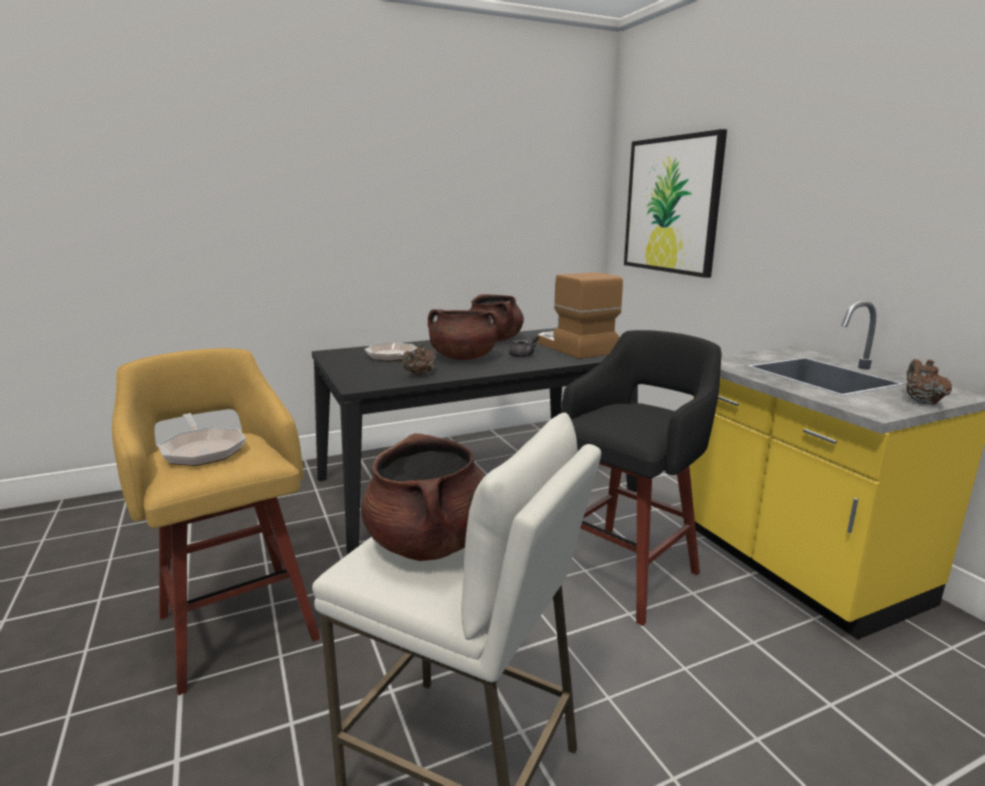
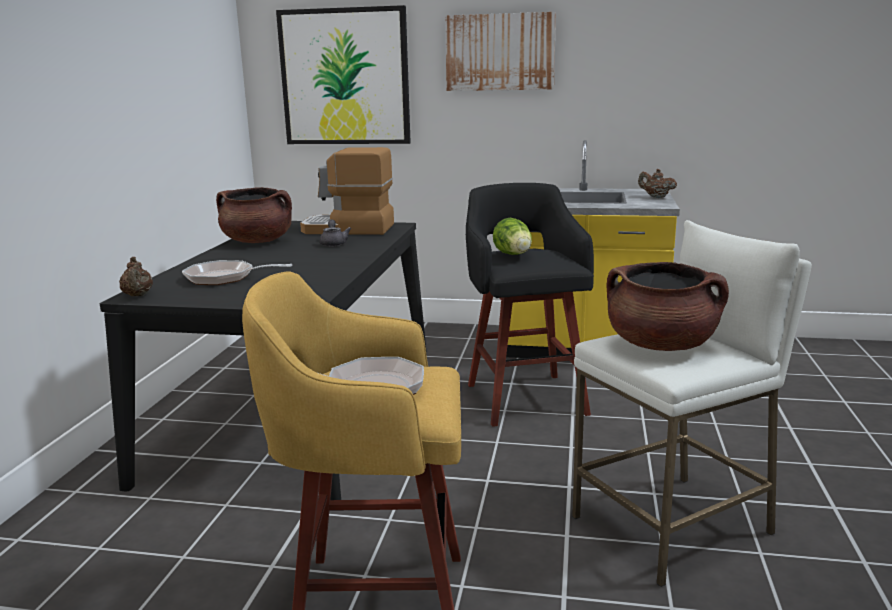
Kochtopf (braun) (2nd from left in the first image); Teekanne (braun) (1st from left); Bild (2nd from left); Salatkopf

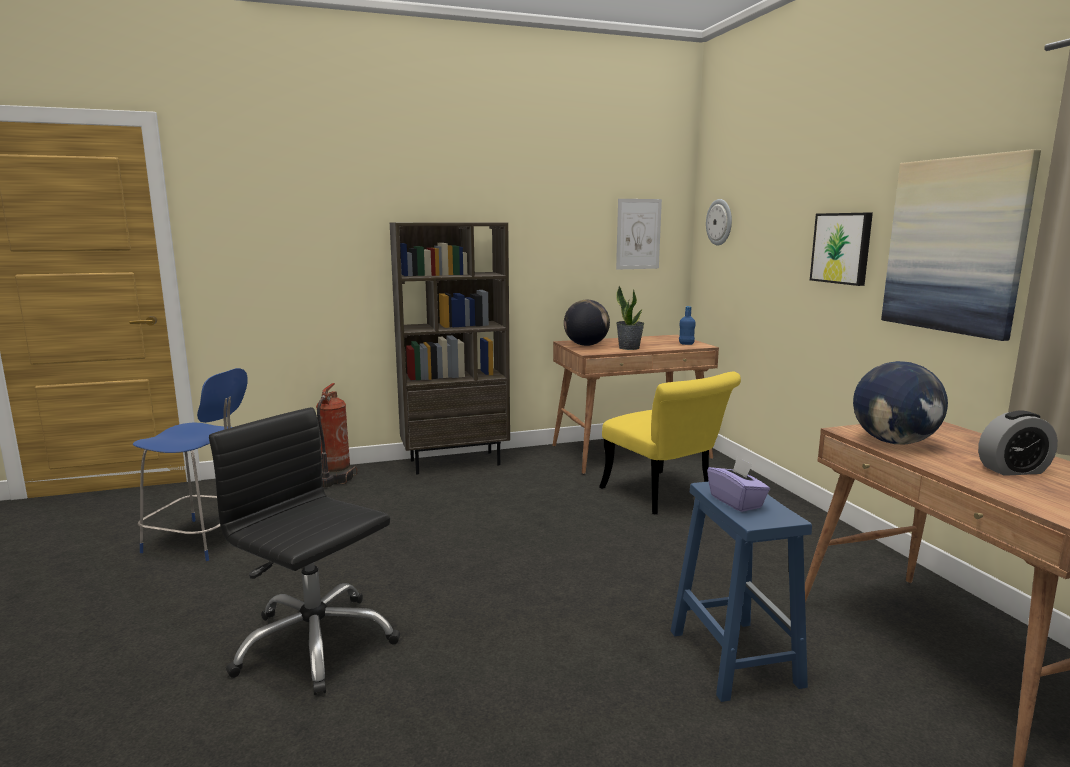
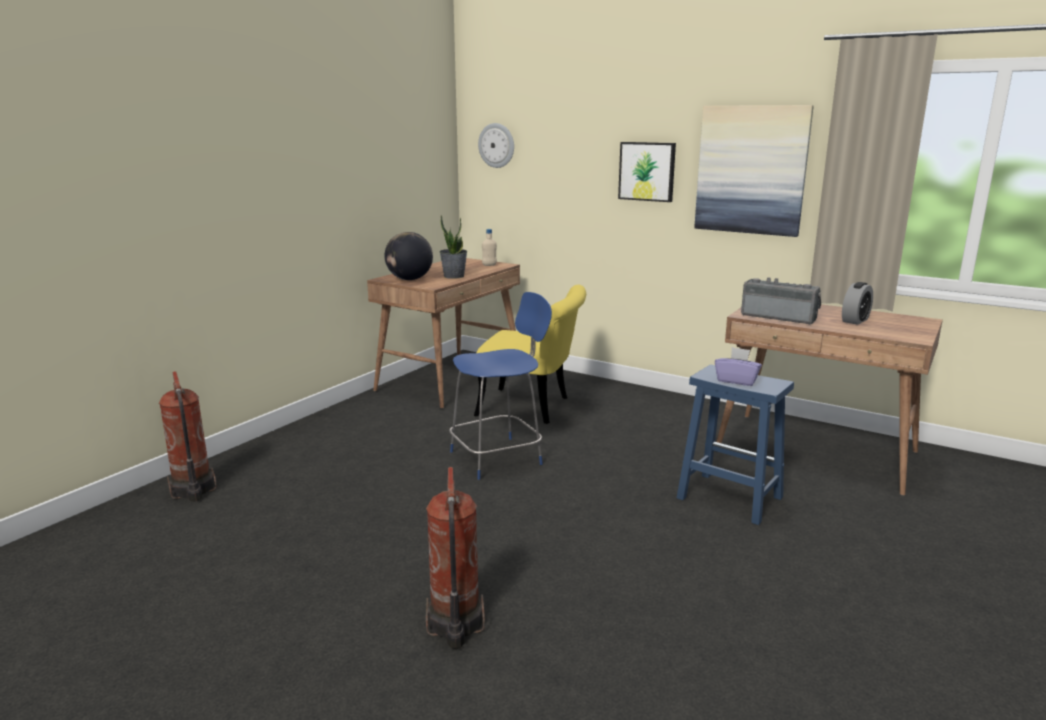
Bild (1st from left in the first image); Bücherregal (braun); Flasche (beige); Radio; Stuhl (blau); Feuerlöscher (2nd from left)

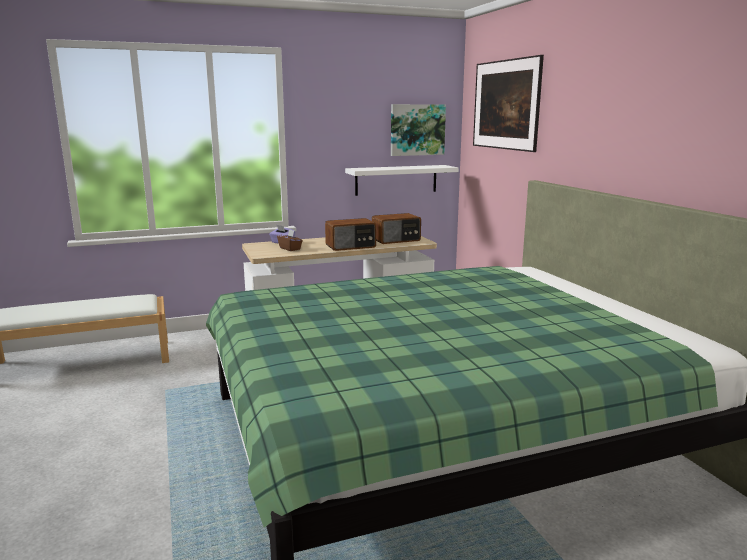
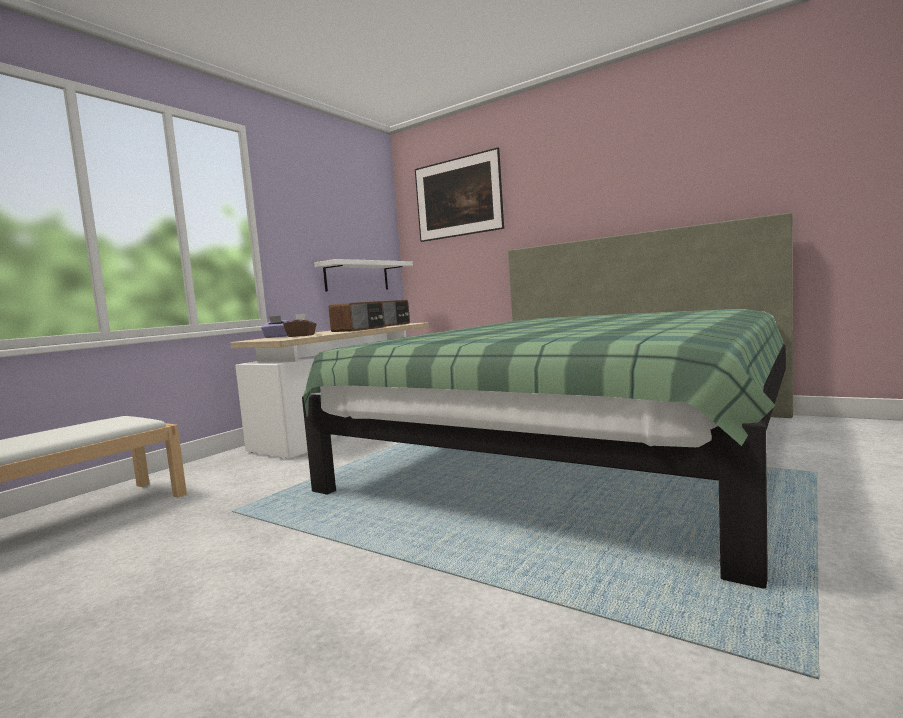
Bild (1st from left in the first image)

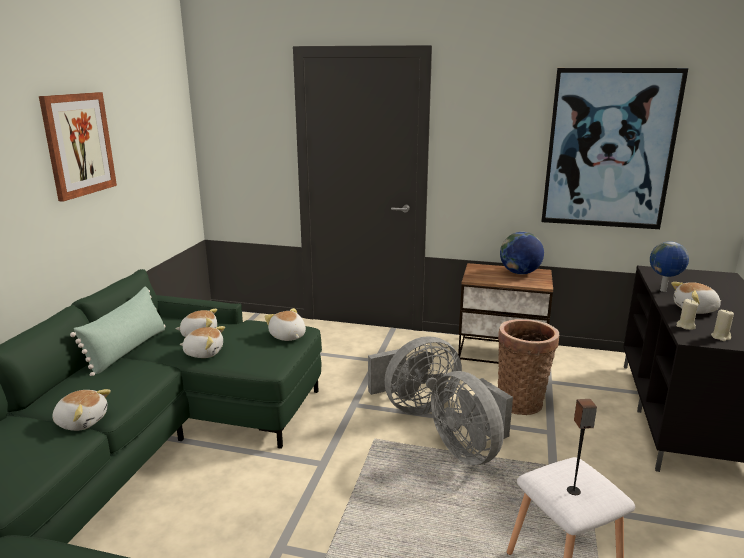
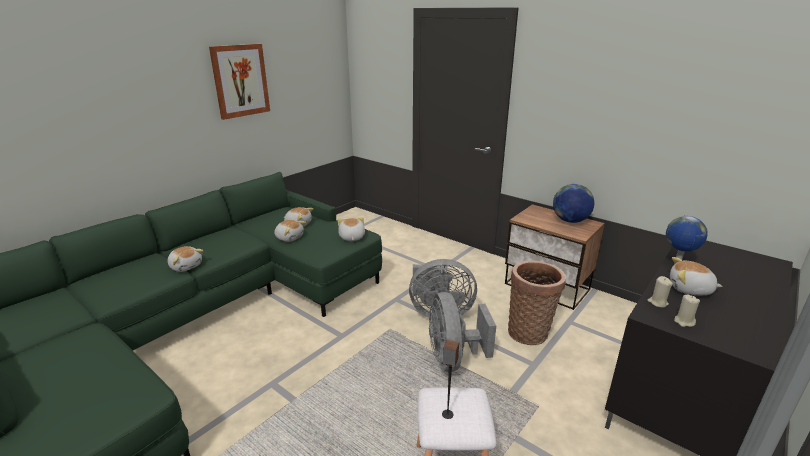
Bild (2nd from left in the first image); Kissen (grün)

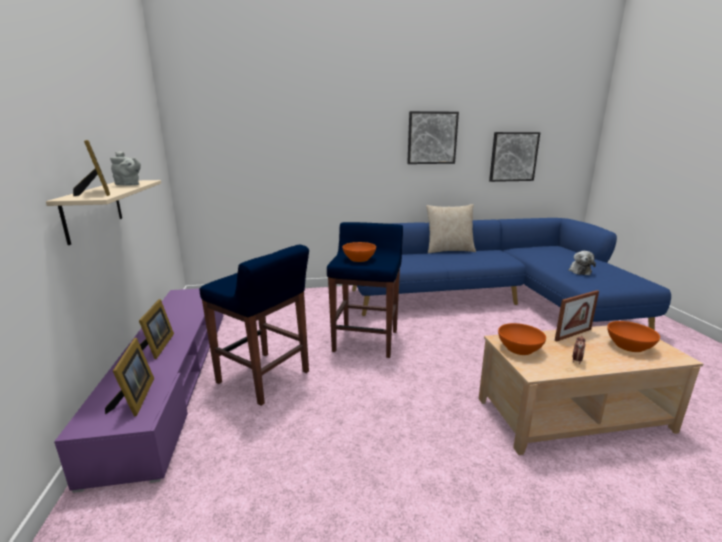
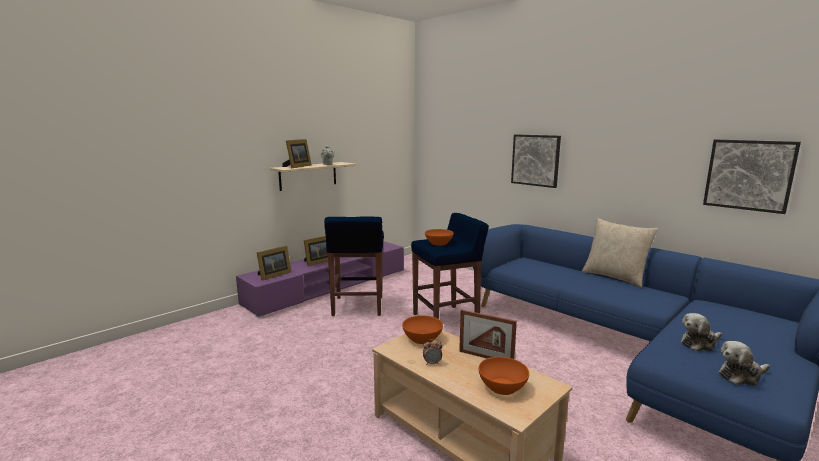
Bild (1st from left); Plüschtier (2nd from left)

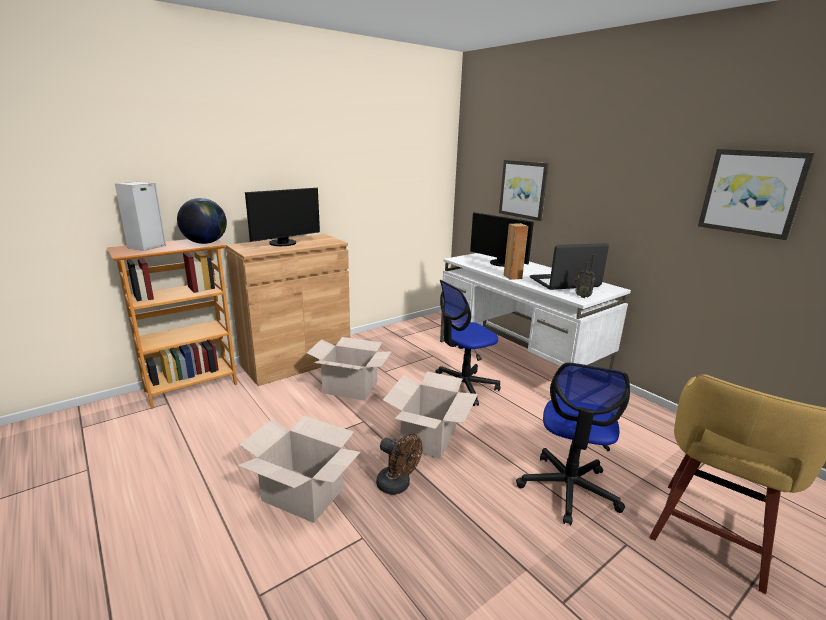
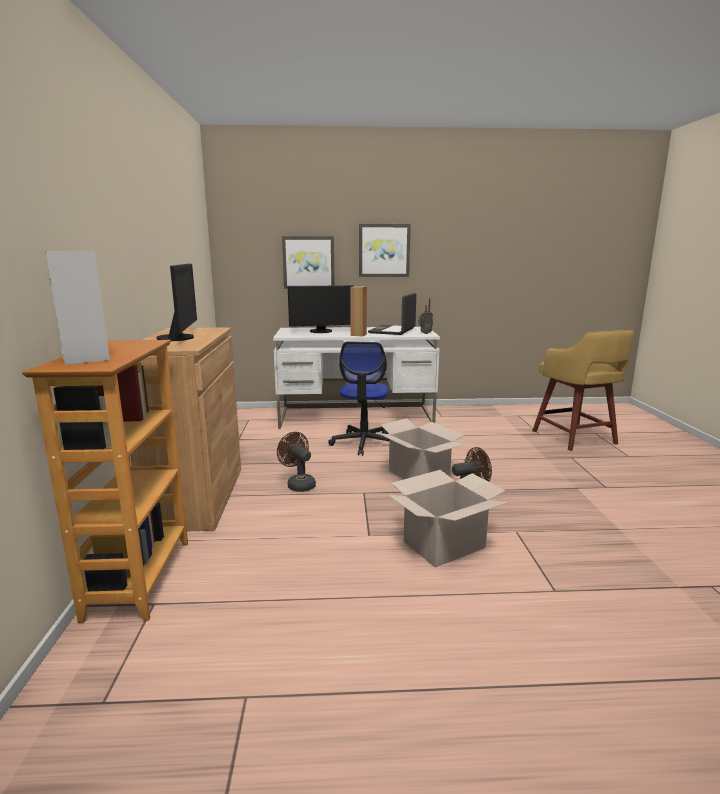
Bild (2nd from left); Globus; Ventilator (braun) (1st from left); Bürostuhl (2nd from left in the first image)

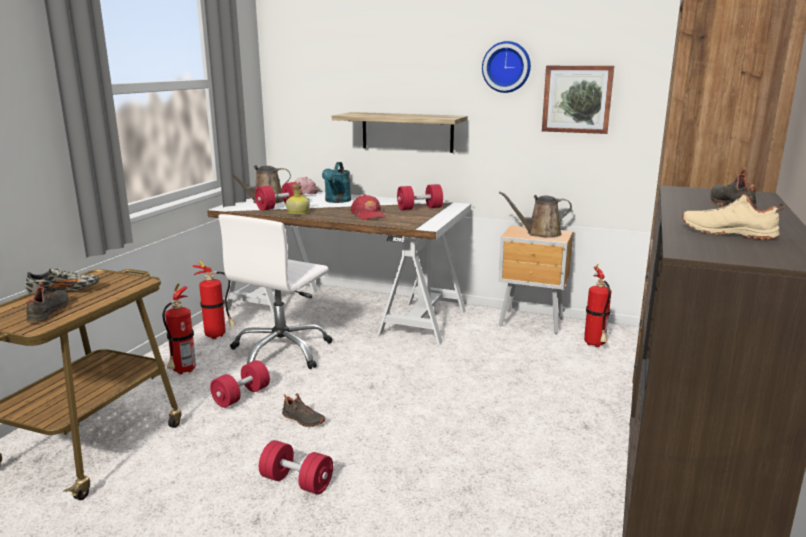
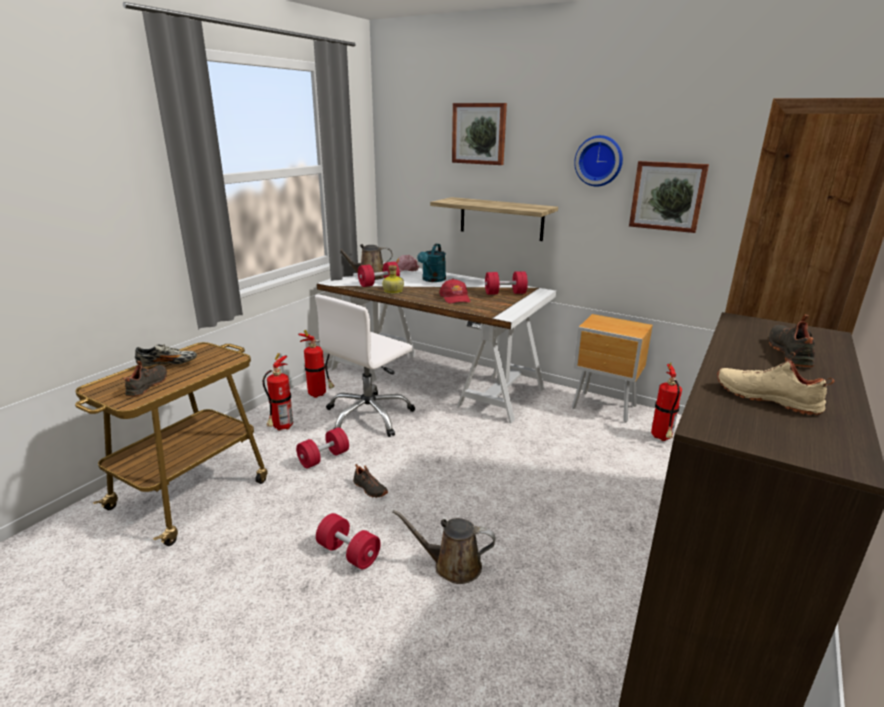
Gießkanne (braun) (2nd from left); Bild (1st from left)

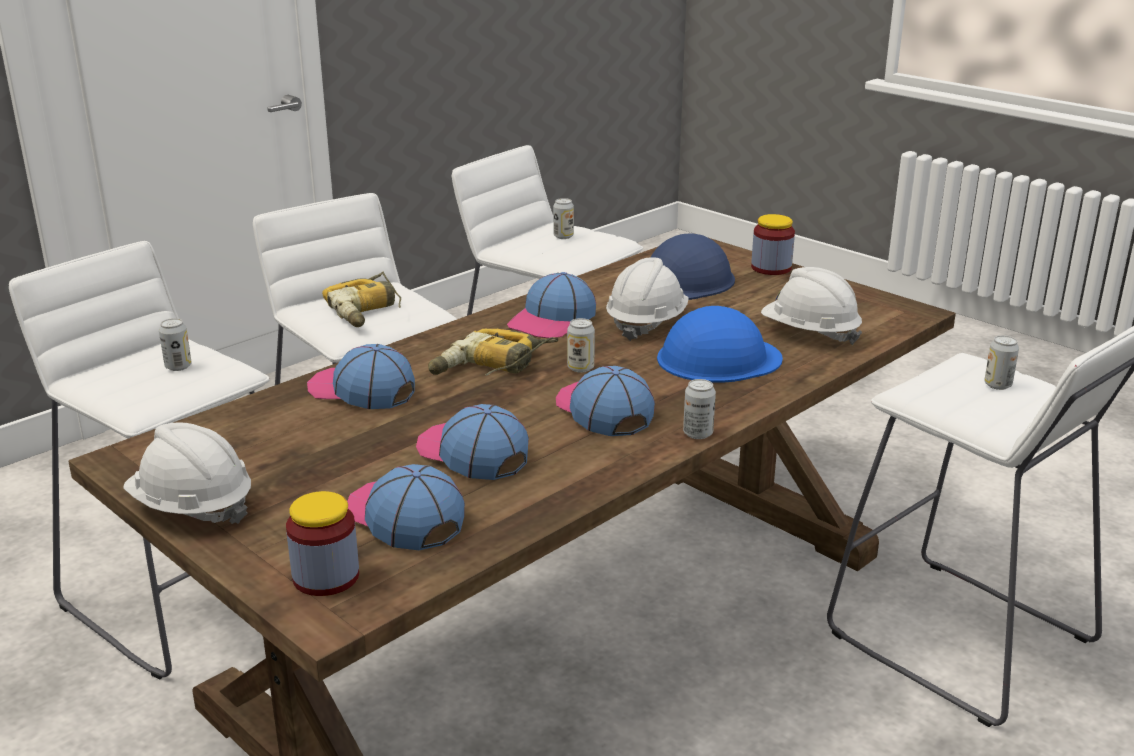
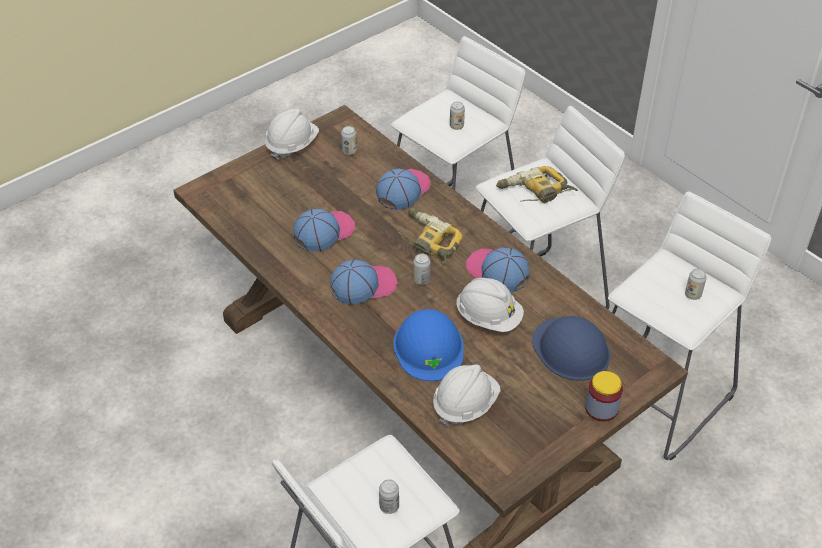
Dose (1st from left); Kappe (2nd from left in the first image); Vorratsglas (1st from left in the first image)

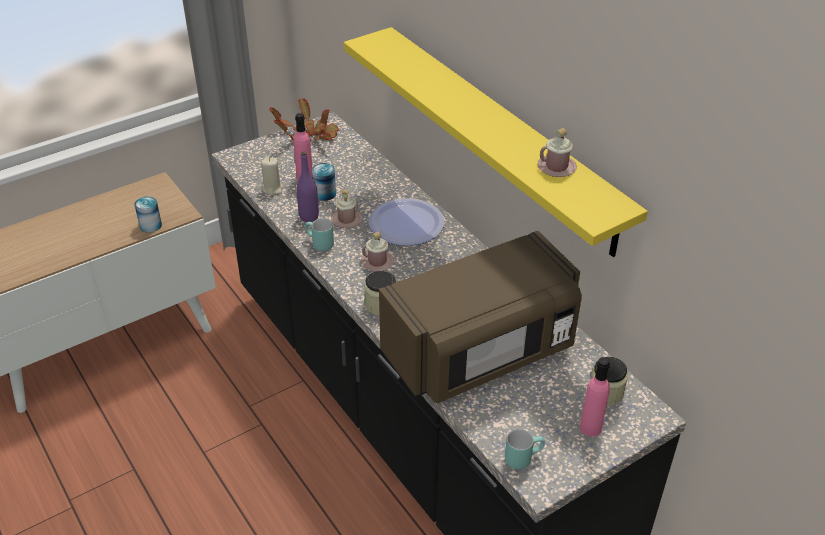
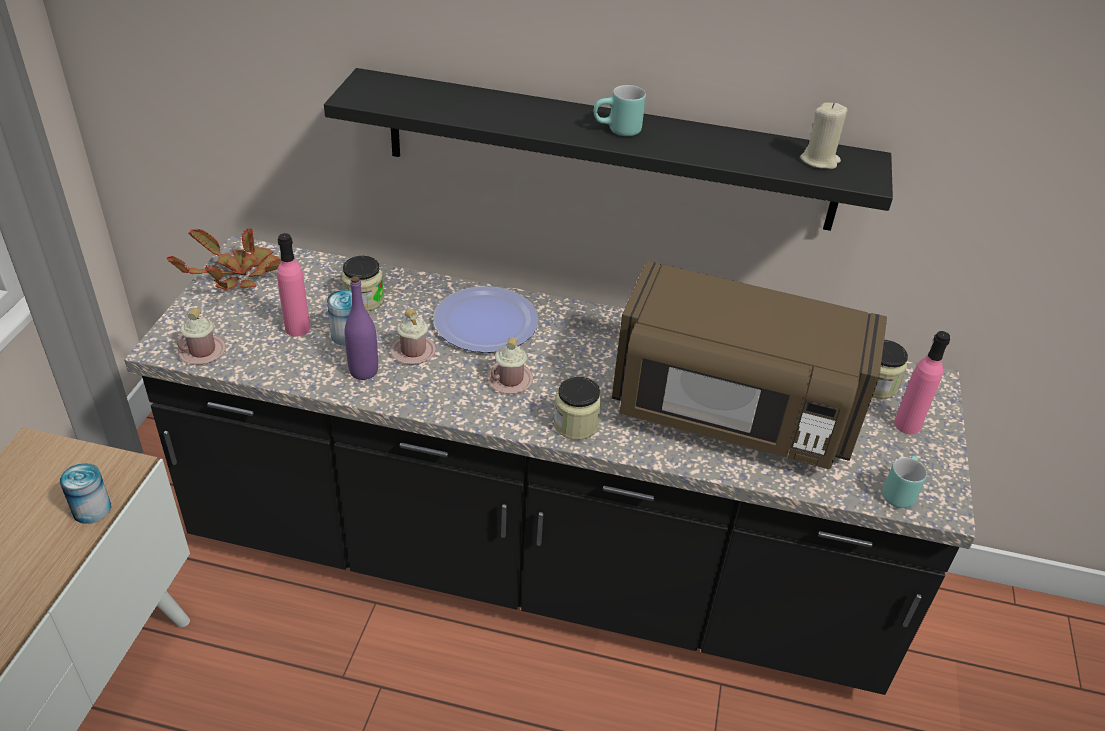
Wandregal (schwarz); Henkelbecher (rosa) (1st from left); Kerze (beige); Henkelbecher (türkis) (1st from left); Mikrowelle (braun); Vorratsglas (1st from left)

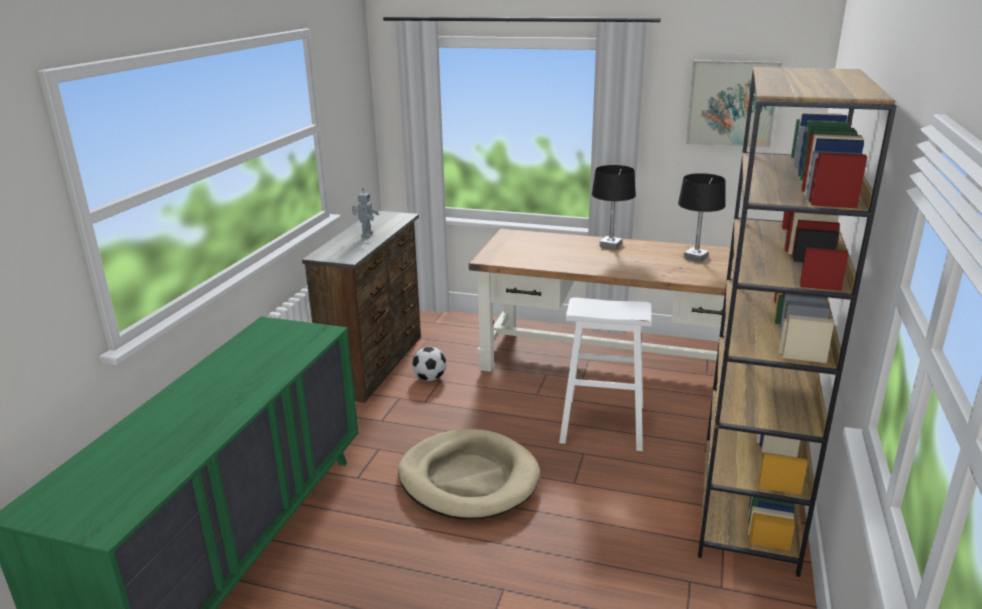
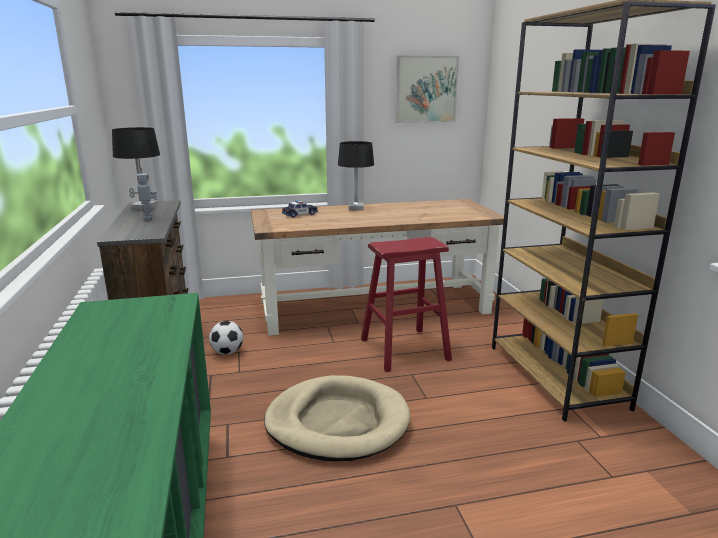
Tischlampe (schwarz) (1st from left); Hocker (rot); Spielzeugauto

